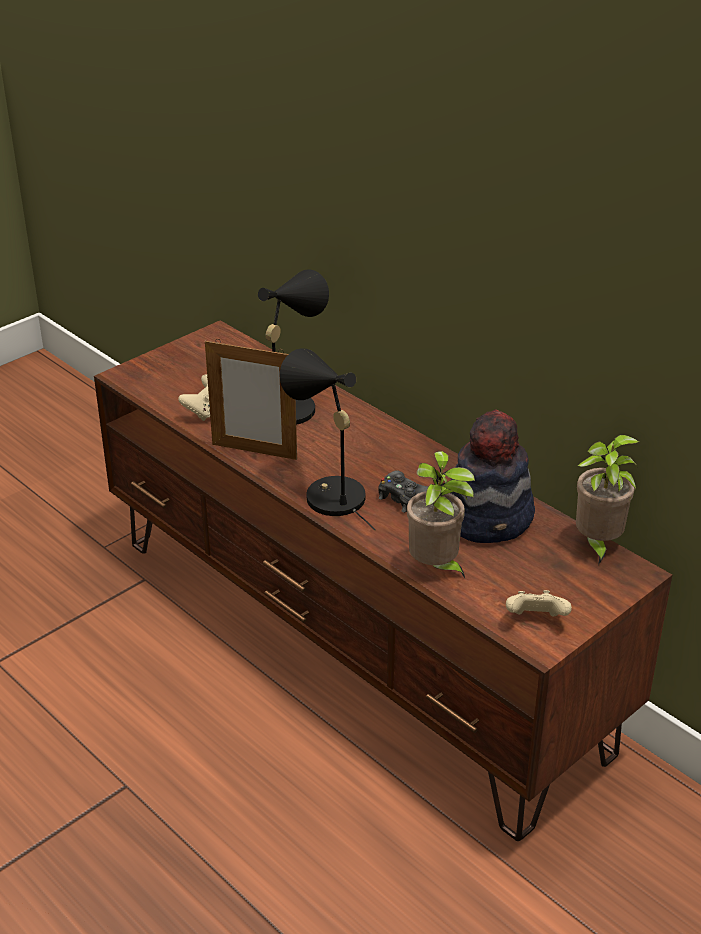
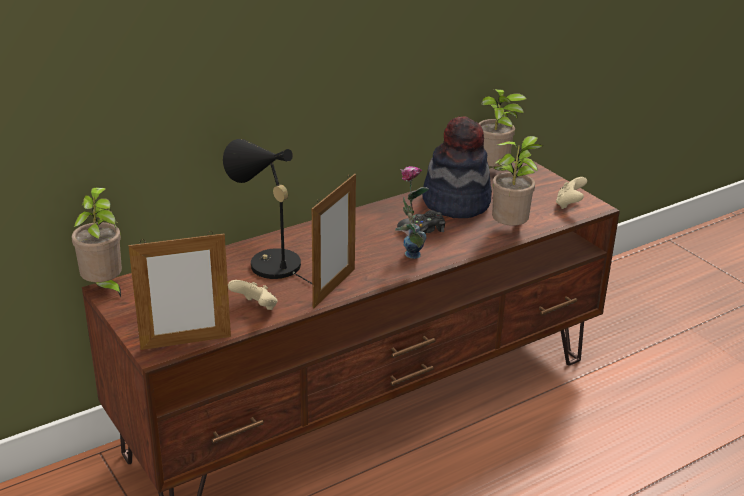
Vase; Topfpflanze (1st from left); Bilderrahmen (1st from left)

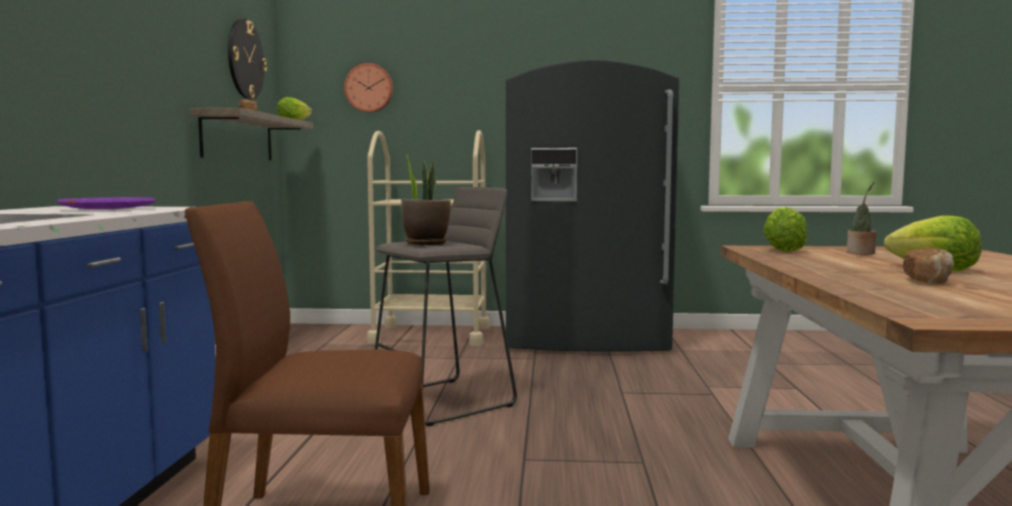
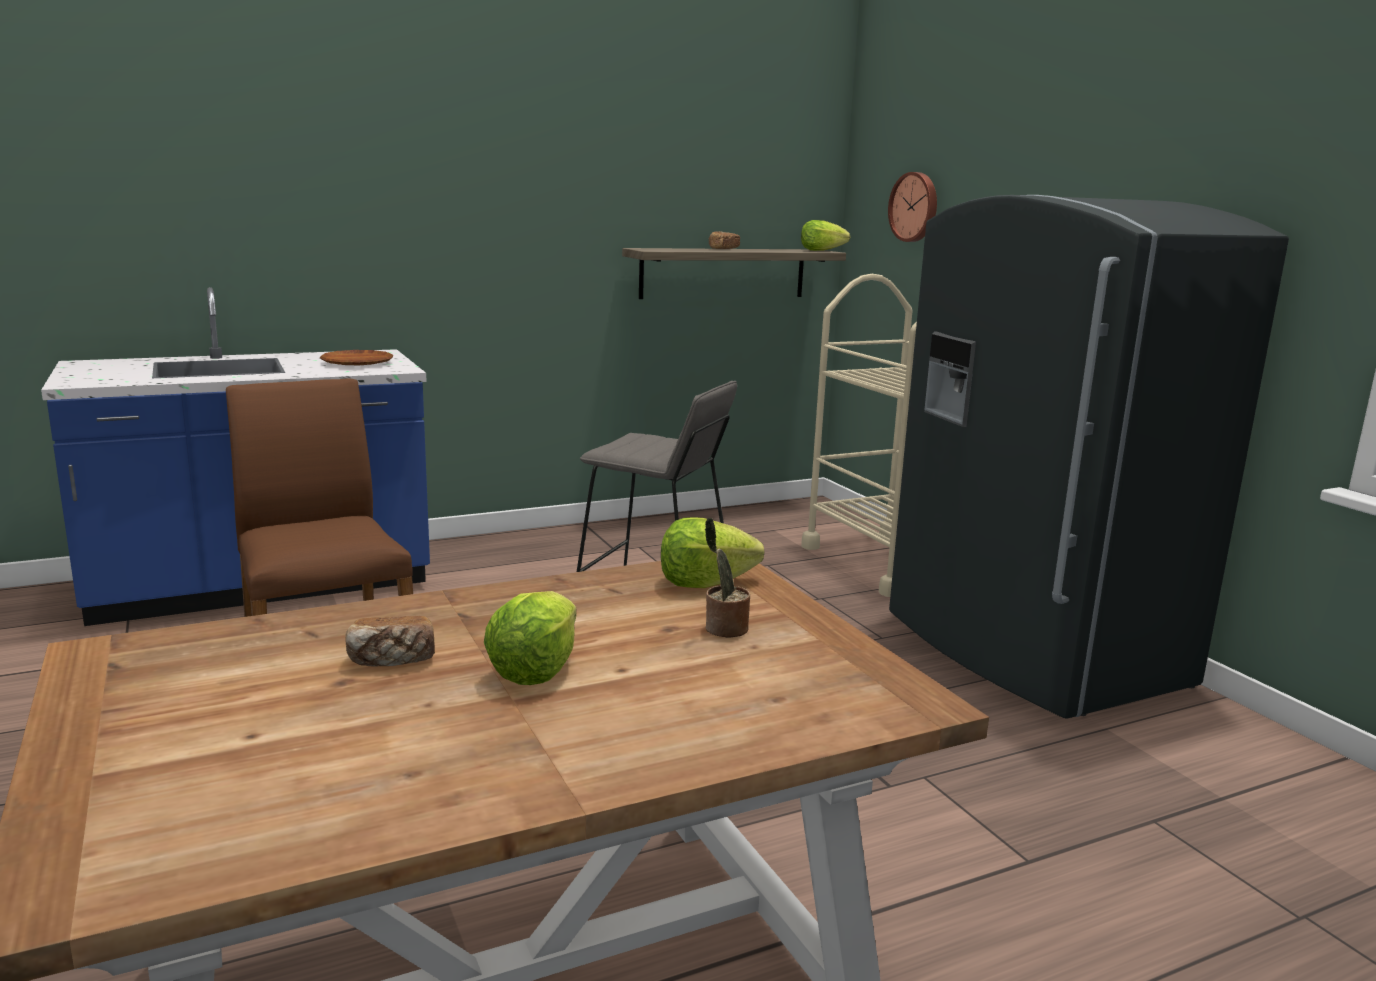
Wanduhr (1st from left in the first image); Topfpflanze (1st from left in the first image); Teller (braun)

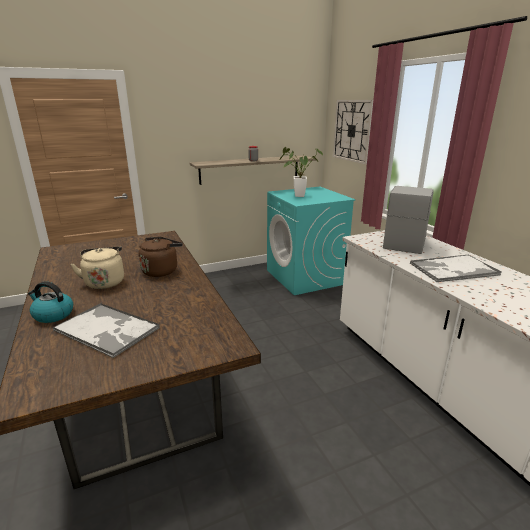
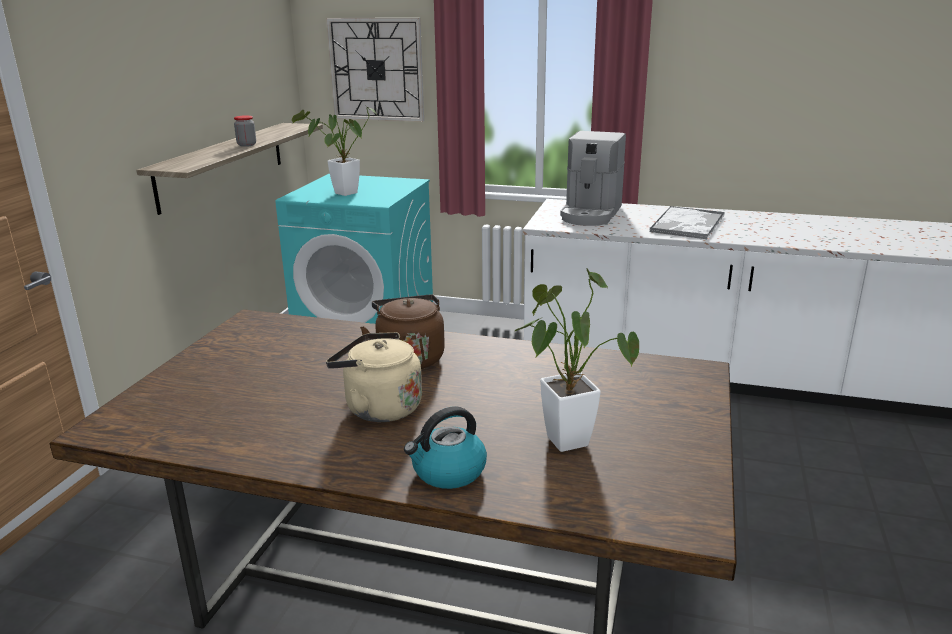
Kaffeemaschine; Topfpflanze (2nd from left)

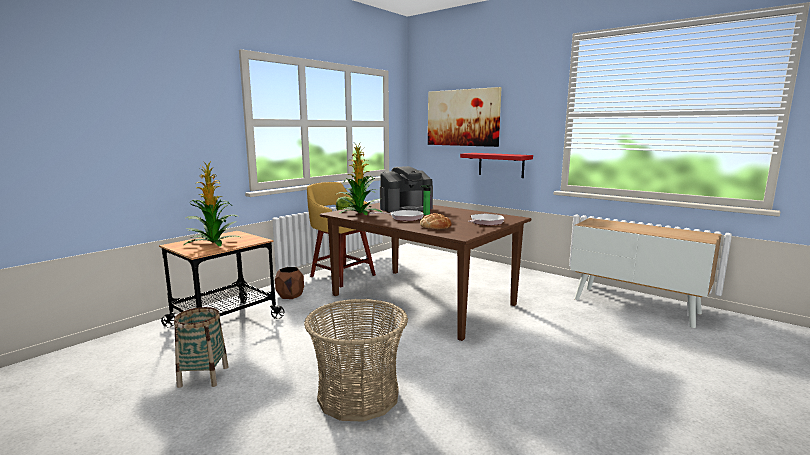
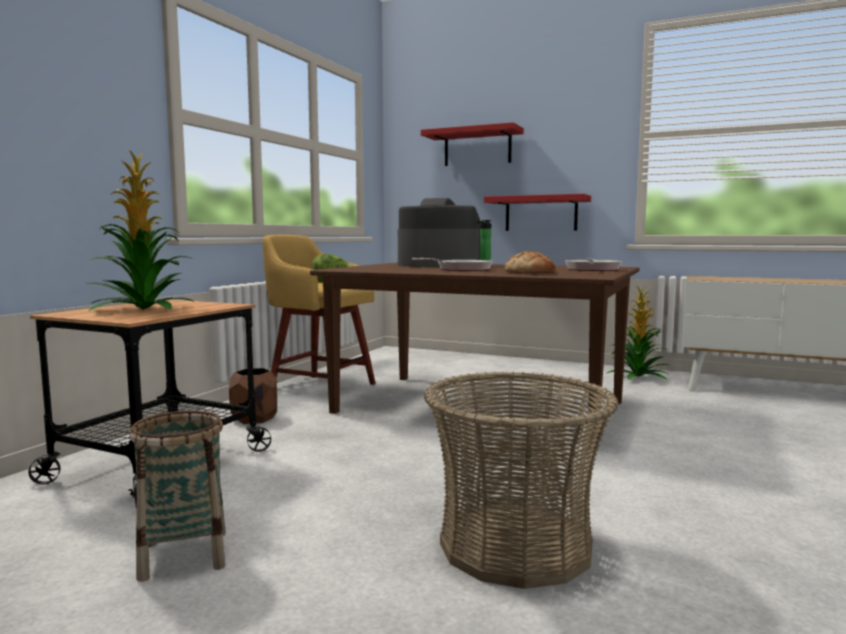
Wandregal (rot) (1st from left); Topfpflanze (2nd from left); Kaffeemaschine

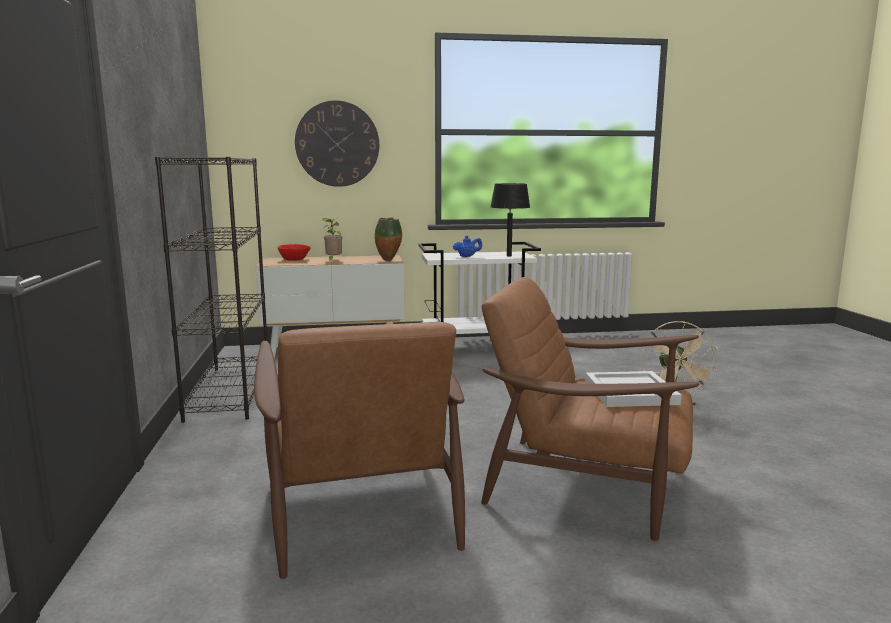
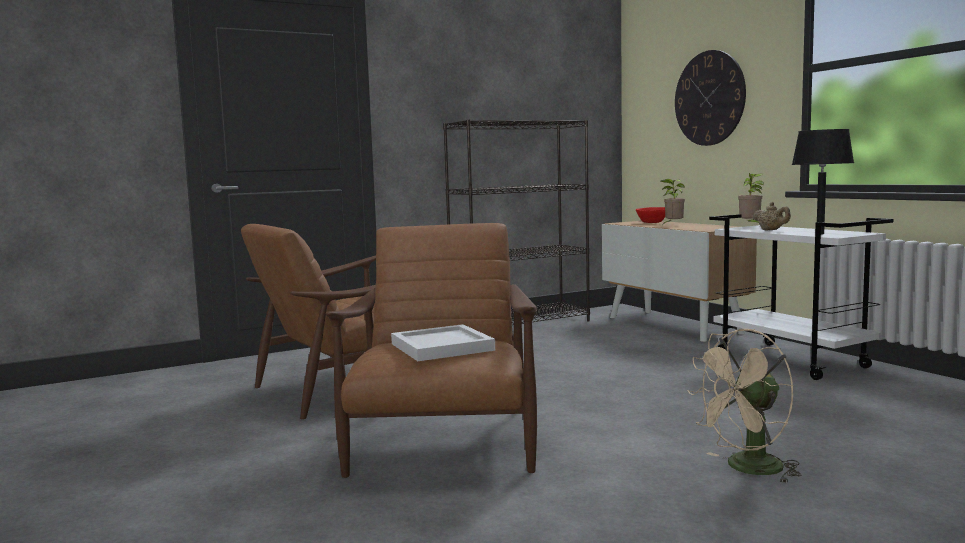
Vase; Teekanne (beige); Topfpflanze (2nd from left)

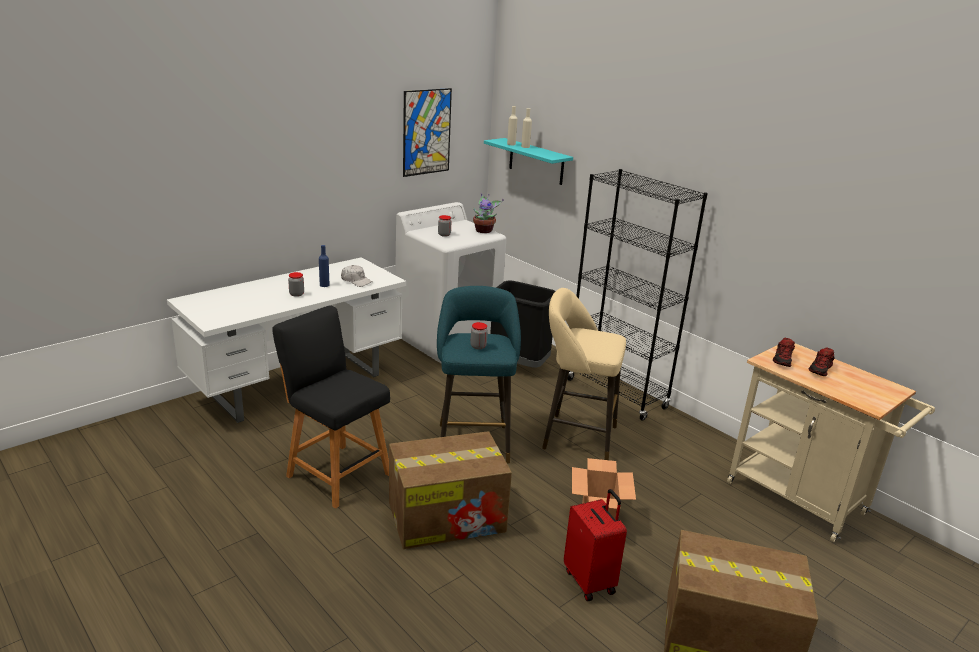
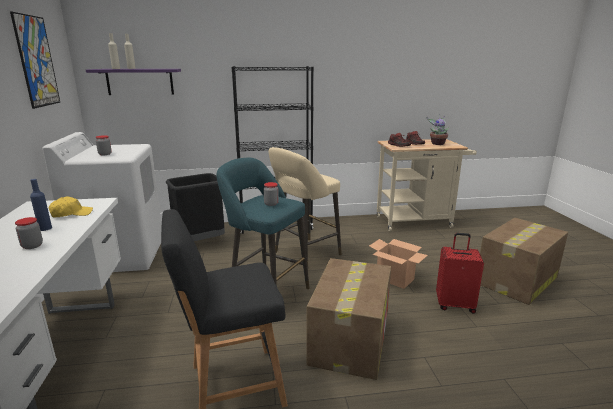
Wandregal (lila); Topfpflanze; Kappe (gelb)

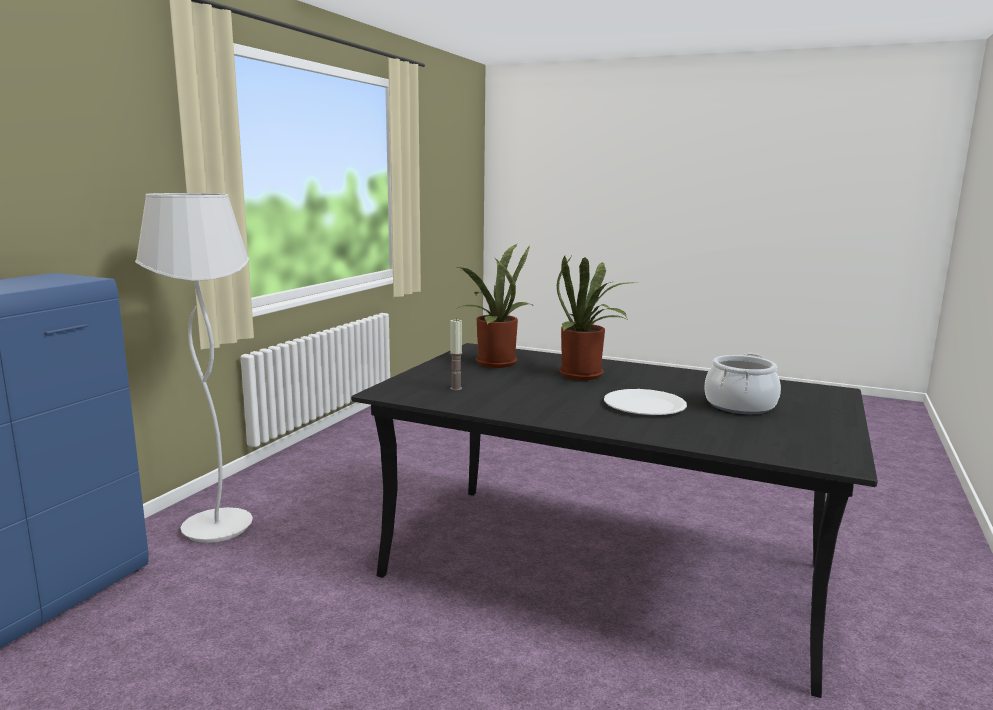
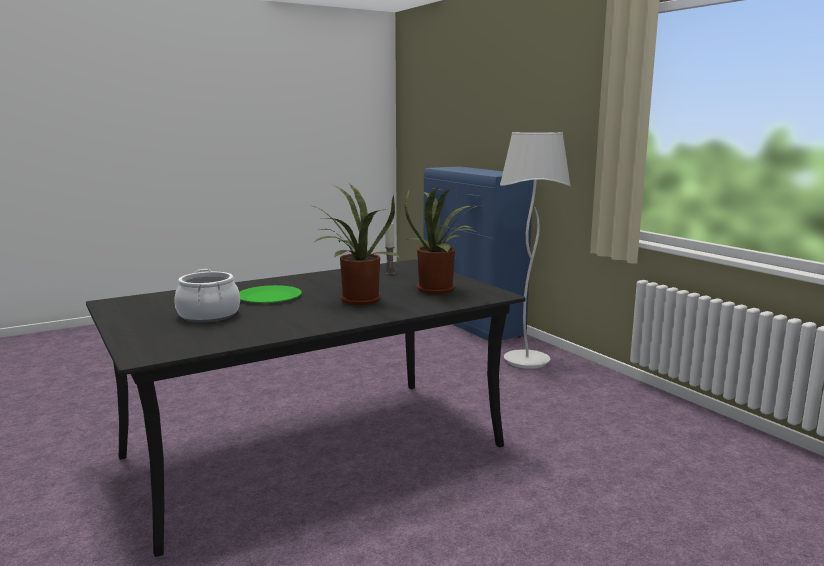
Teller (grün)

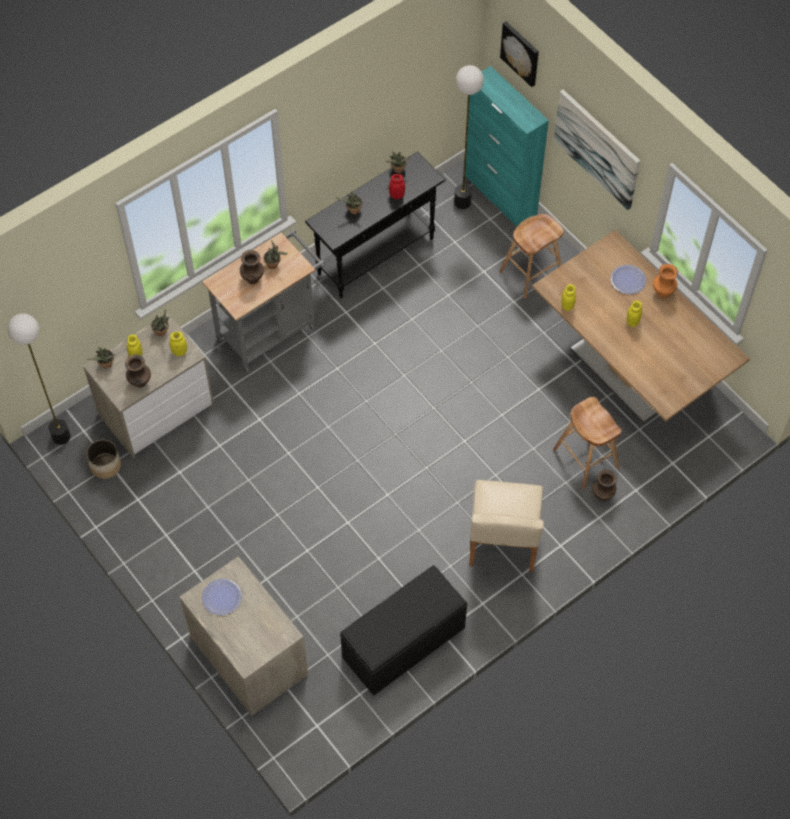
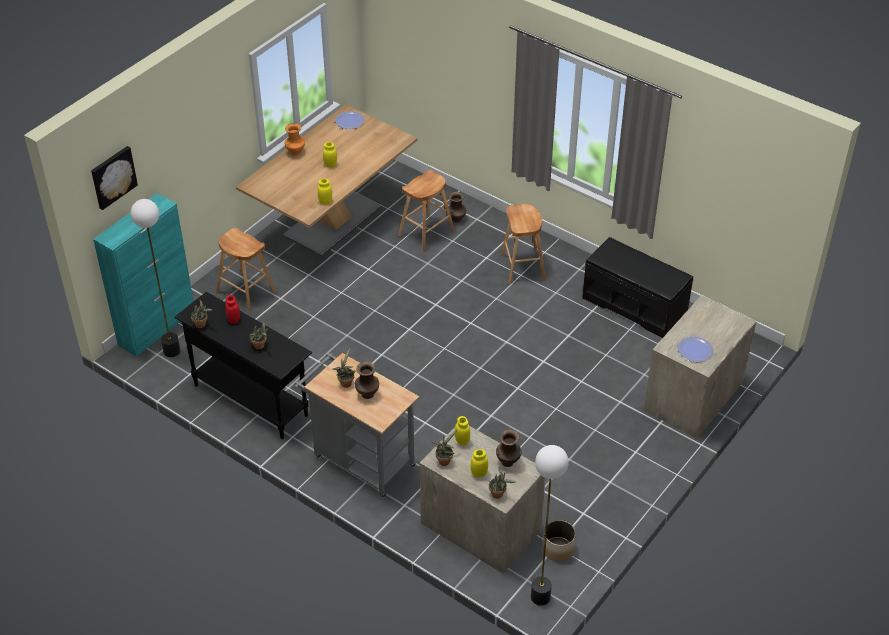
Bild (2nd from left in the first image); Teller (1st from left); Hocker (braun) (3rd from left)

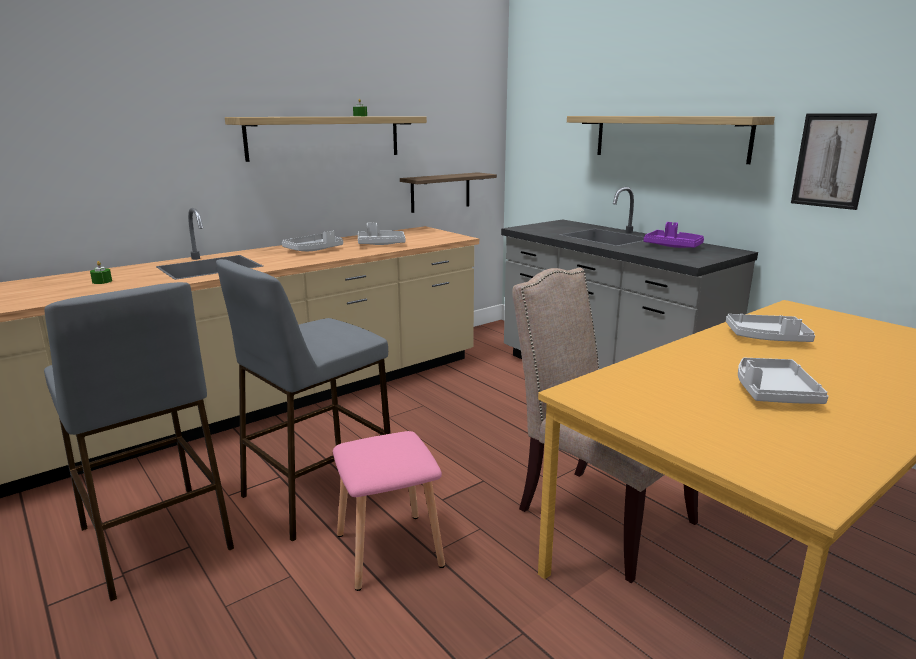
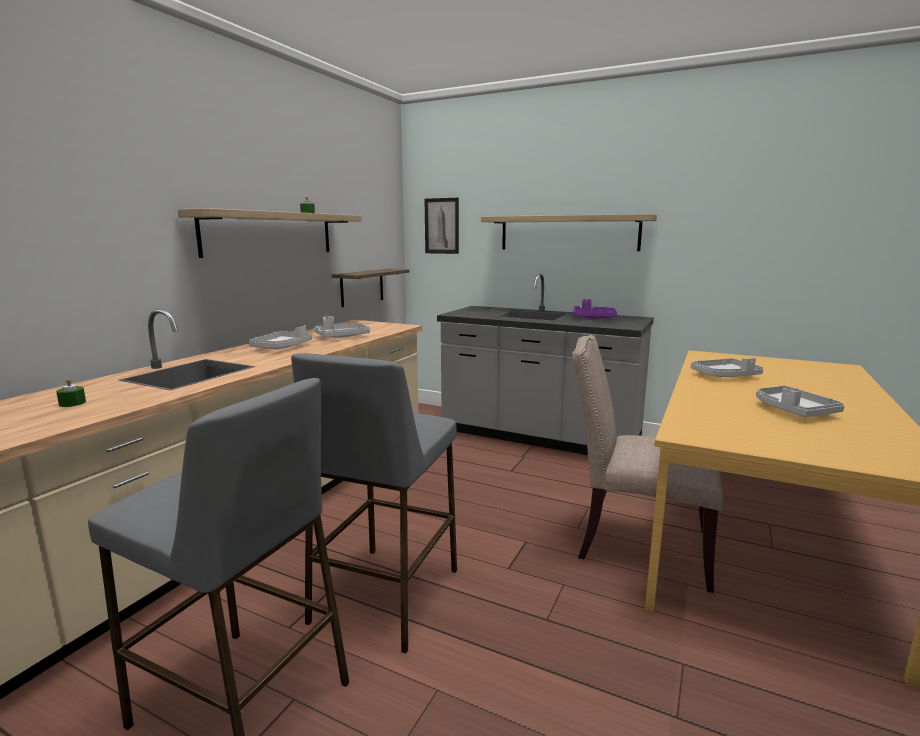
Bild; Hocker (rosa)

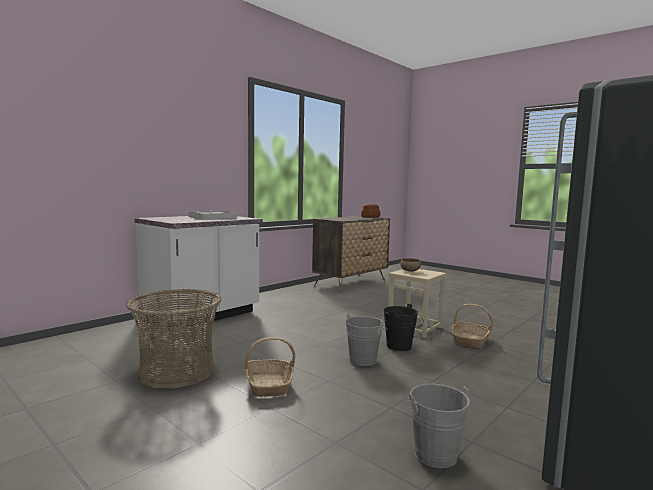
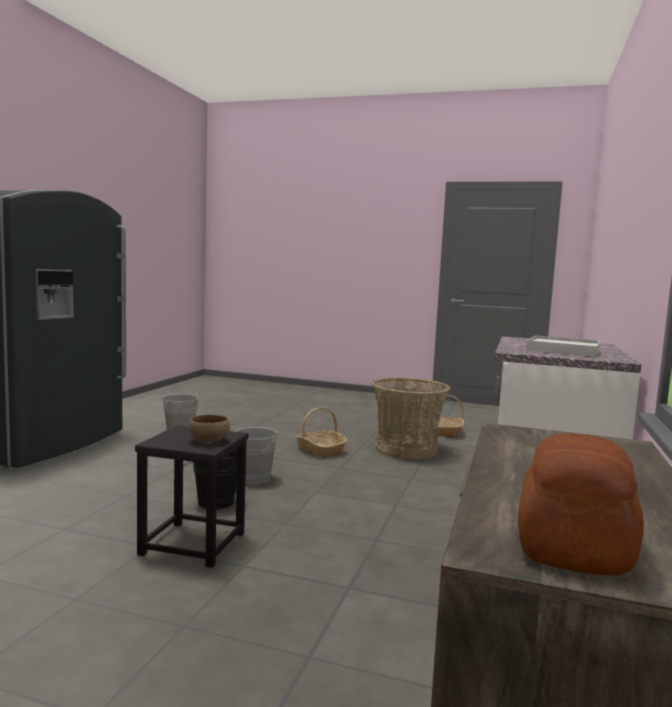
Hocker (schwarz); Korb (3rd from left)

